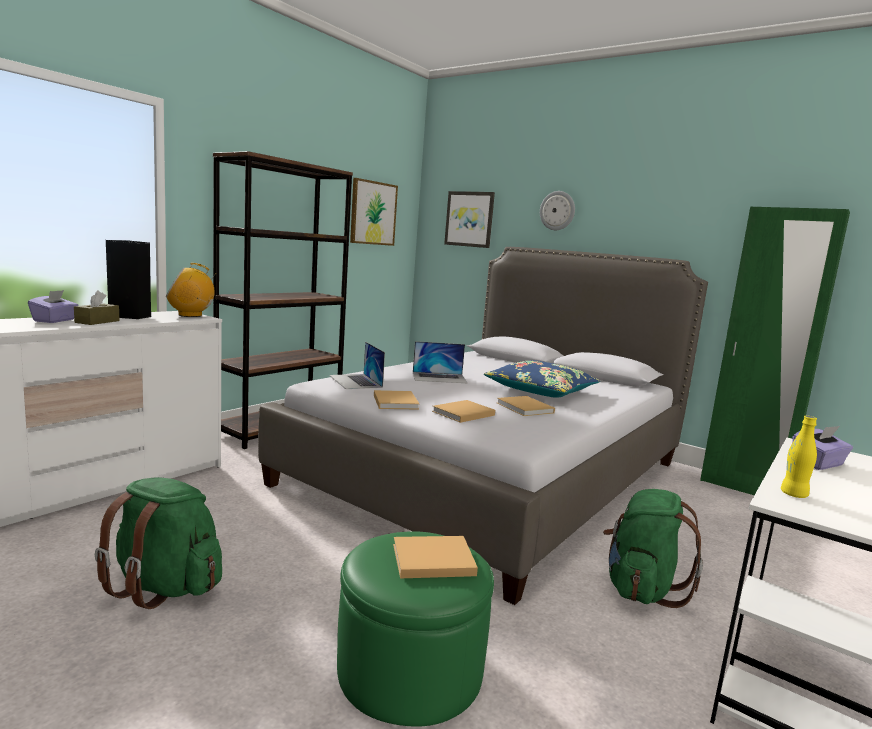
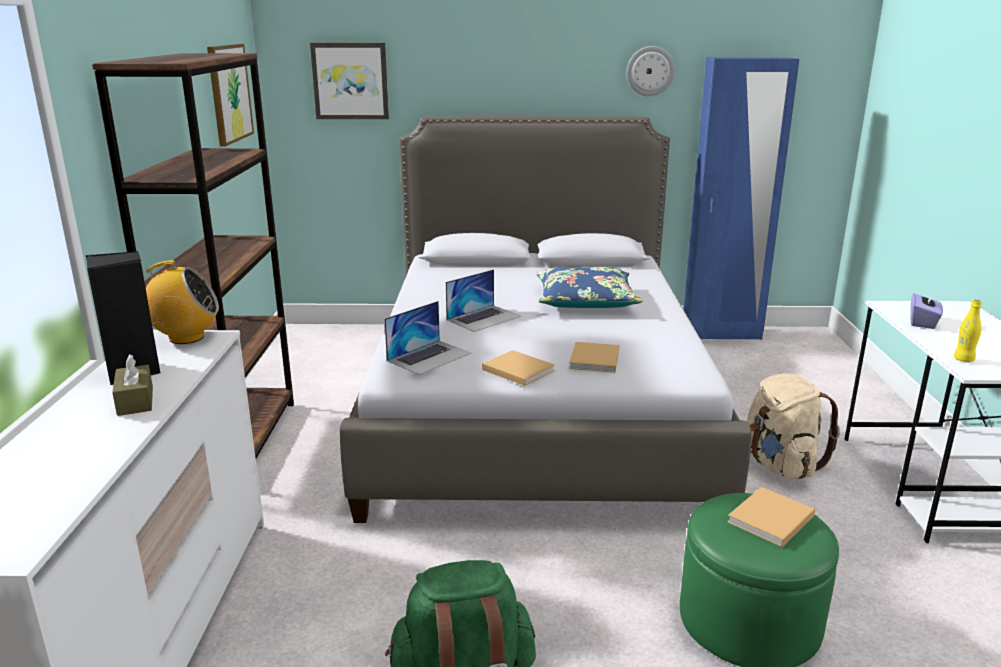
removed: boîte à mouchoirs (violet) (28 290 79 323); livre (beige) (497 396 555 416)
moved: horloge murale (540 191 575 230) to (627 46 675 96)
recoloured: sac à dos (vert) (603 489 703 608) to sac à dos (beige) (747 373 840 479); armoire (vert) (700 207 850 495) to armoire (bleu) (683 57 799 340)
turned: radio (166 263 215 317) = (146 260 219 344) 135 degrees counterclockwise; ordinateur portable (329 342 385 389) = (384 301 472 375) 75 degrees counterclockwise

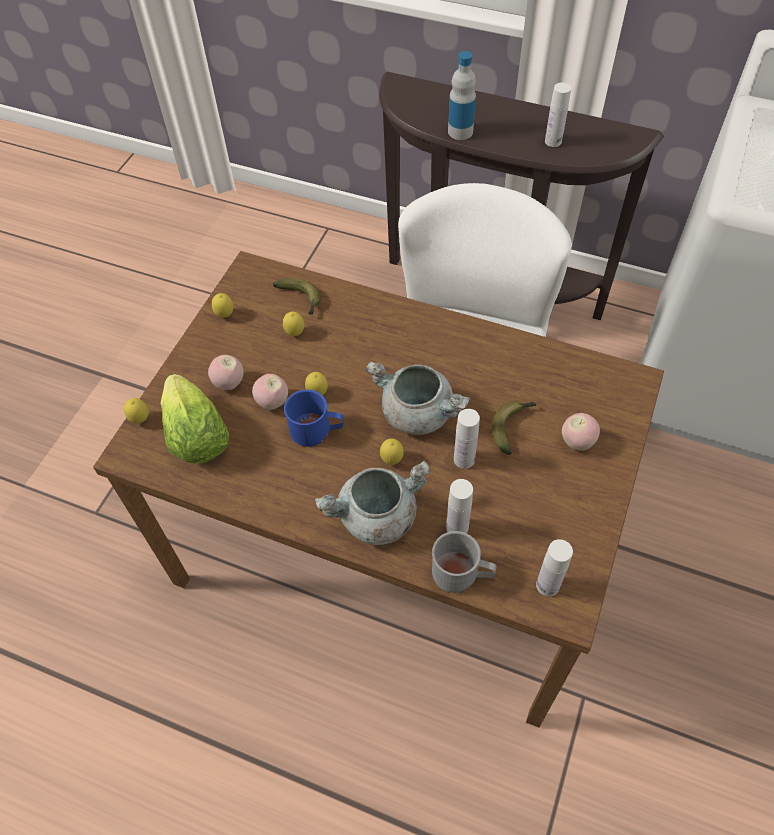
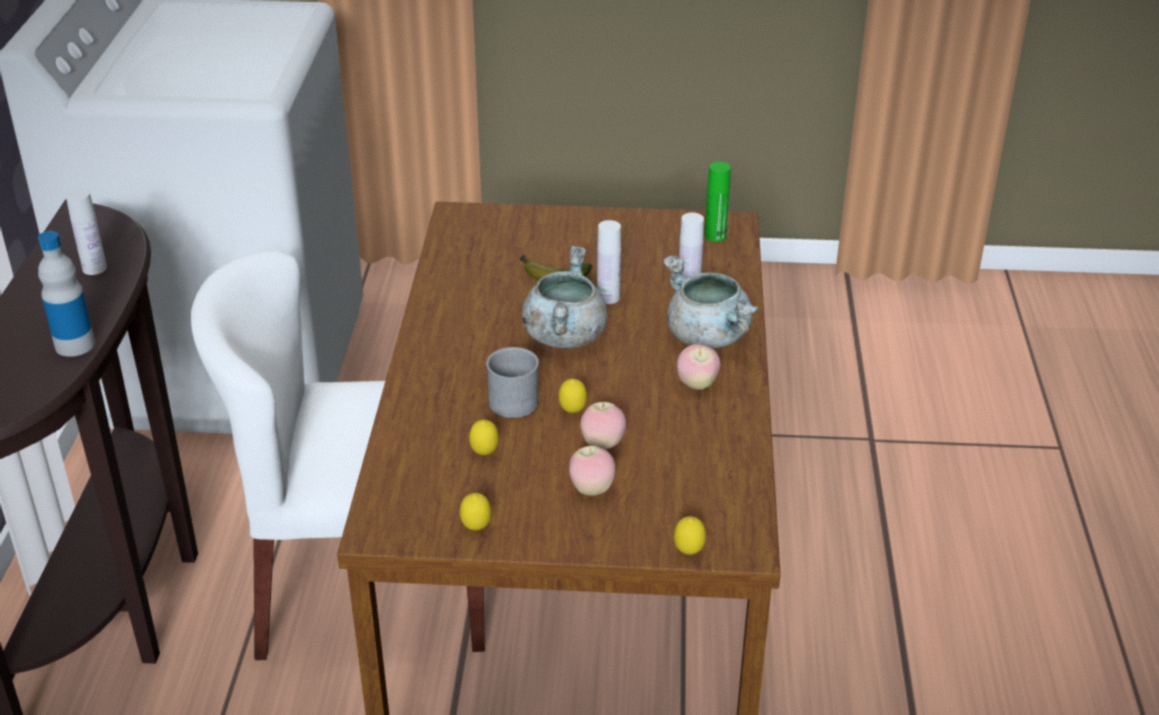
removed: laitue (161 374 229 463); banane (273 279 320 315); mug (bleu) (284 389 344 447); citron (380 438 404 465)
moved: mug (gris) (432 531 497 593) to (486 347 539 418); pomme (562 413 600 451) to (677 344 720 390)
recoloured: bouteille (blanc) (536 539 573 597) to bouteille (vert) (705 162 731 242)

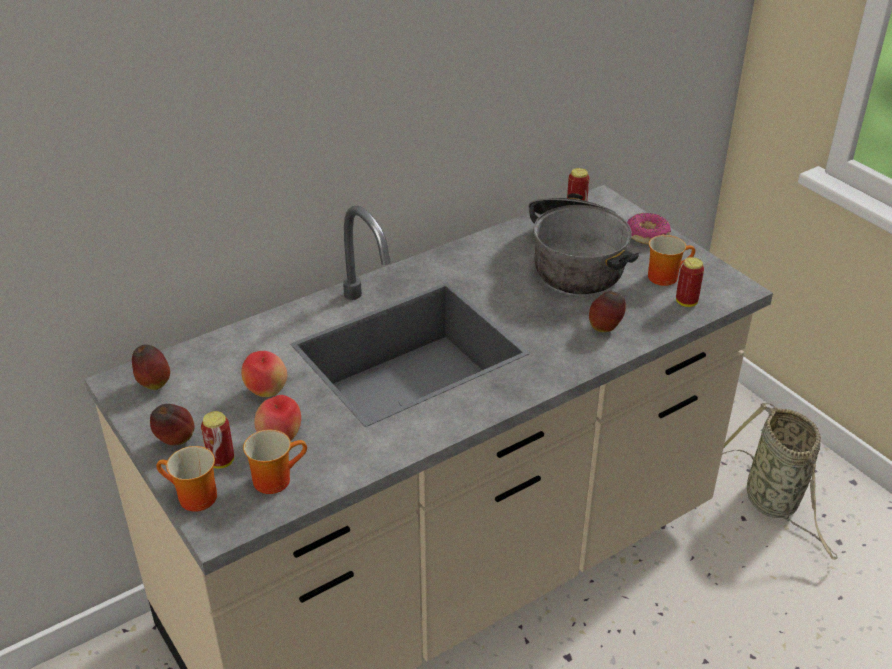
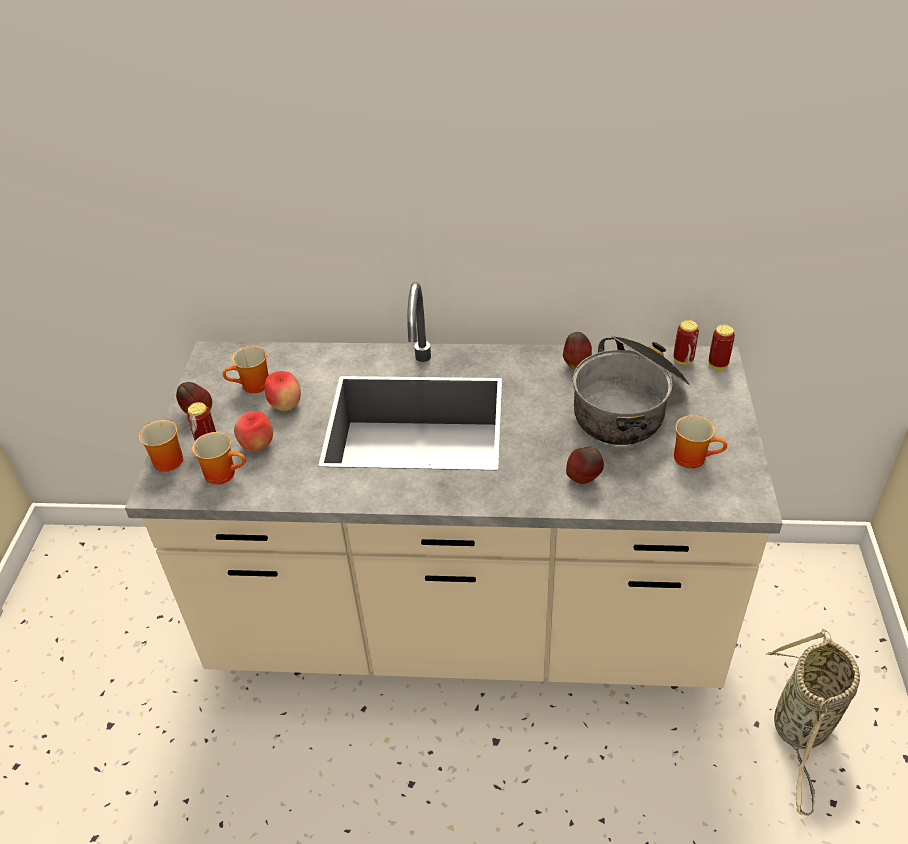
removed: beignet (627 213 671 245)
added: mug (223 346 269 393)
moved: pomme (132 344 170 390) to (563 332 592 370); boîte métallique (676 257 704 307) to (709 324 735 369)

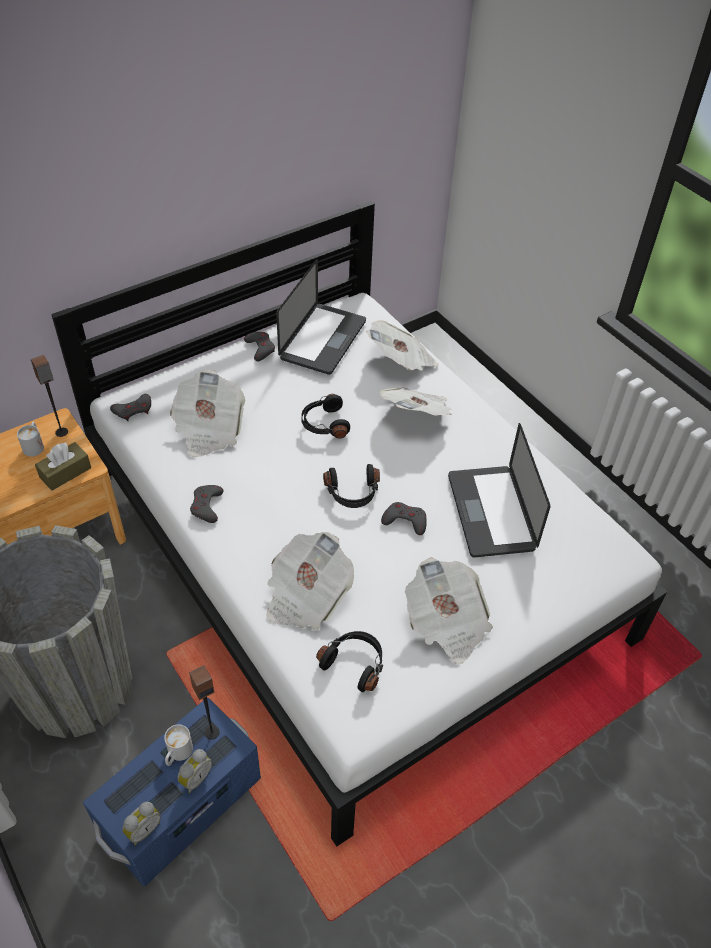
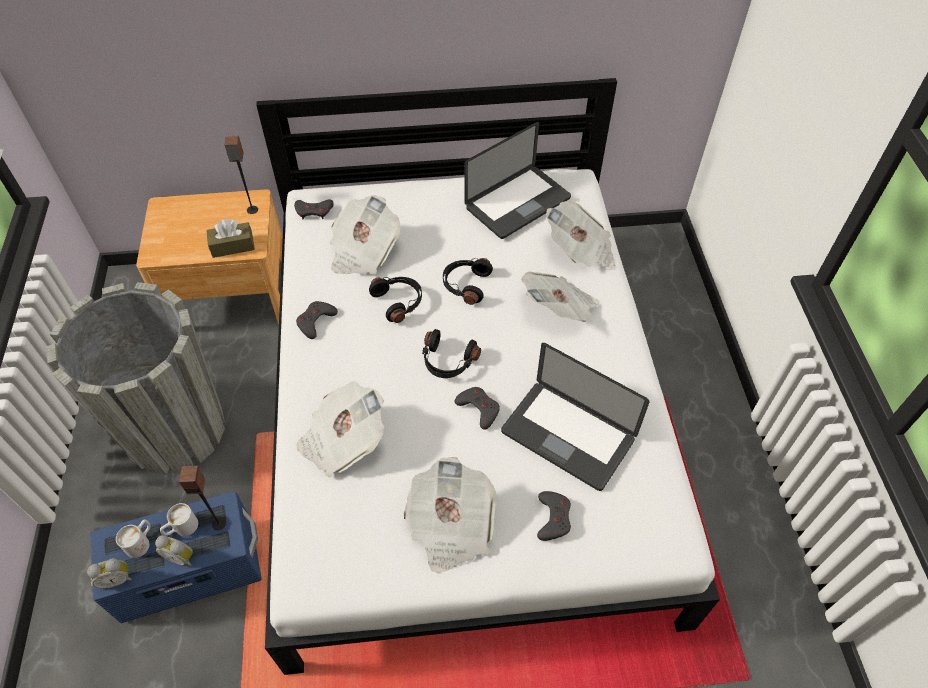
moved: mug (blanc) (17 422 44 457) to (116 520 150 558); manette (gris) (244 332 275 362) to (537 491 571 541); casque audio (noir) (316 631 383 692) to (369 277 422 323)
turned: réveil (178 749 212 793) = (155 535 193 566) 45 degrees clockwise; ordinateur portable (448 423 550 558) = (501 343 649 491) 75 degrees counterclockwise

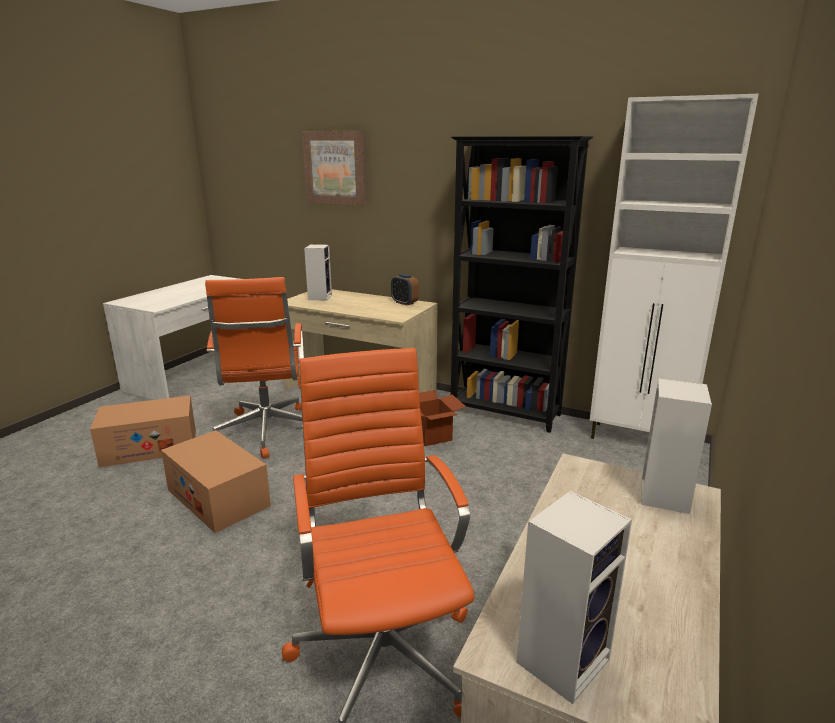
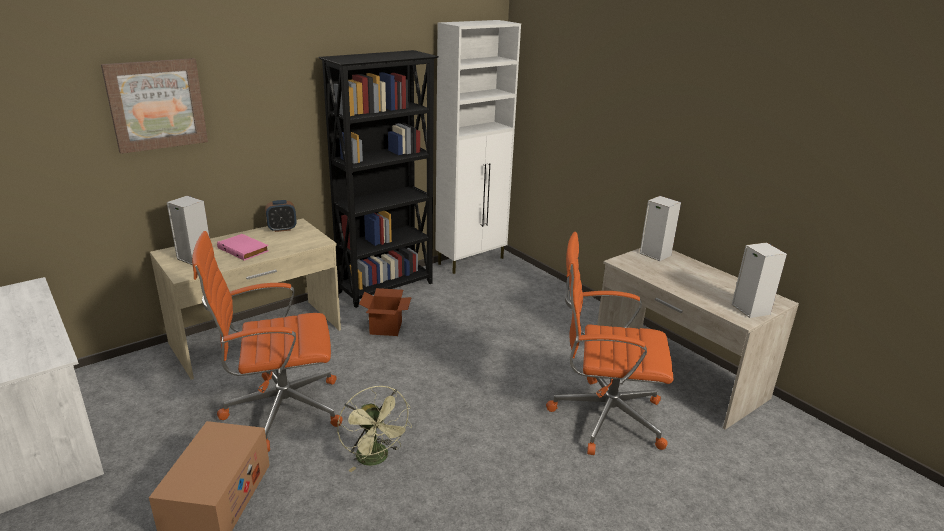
added: livre (rose) (217 234 269 261)
replaced: carton (161 430 271 533) to ventilateur (vert) (337 386 412 472)
turned: chaise de bureau (orange) (205 277 304 458) = (192 231 343 452) 150 degrees clockwise

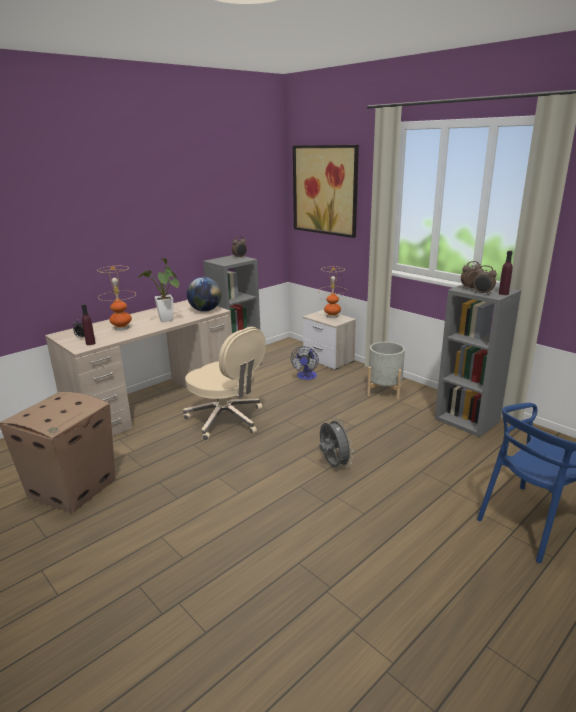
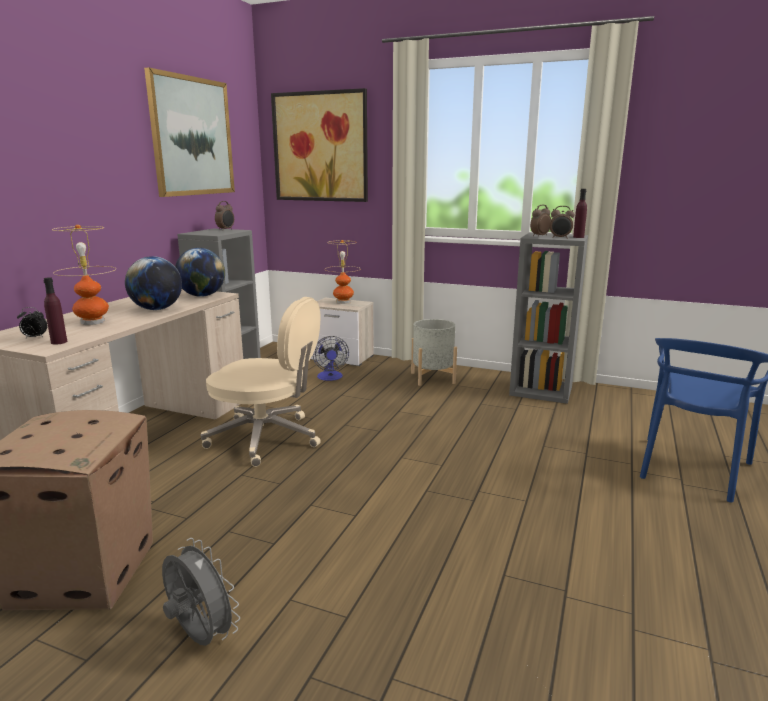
added: tableau (144 68 235 197)
moved: ventilateur (gris) (319 417 354 468) to (162 538 240 646)
replaced: plante en pot (138 258 179 322) to globe (125 256 182 310)

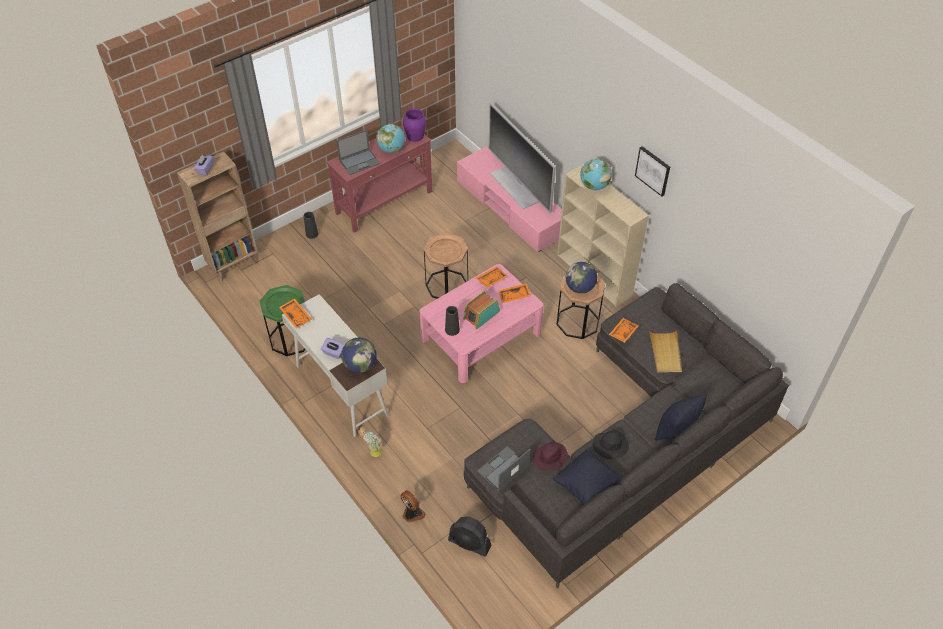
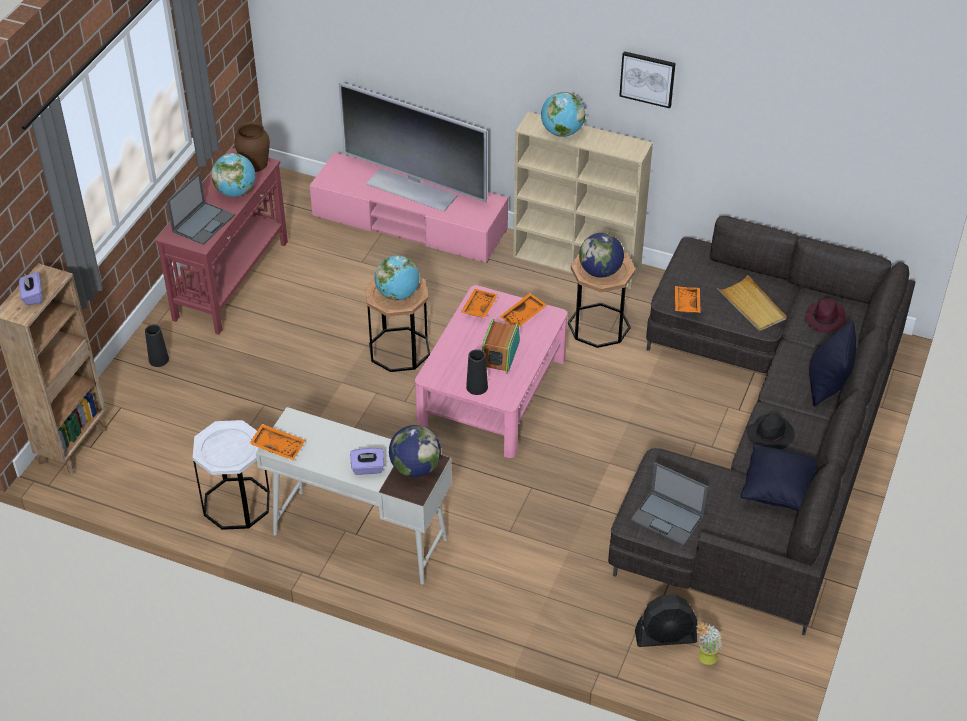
removed: ventilateur (400 490 426 523)
added: globe (375 255 420 301)
moved: plante en pot (358 427 382 457) to (695 622 723 665); chapeau (violet) (533 442 568 471) to (805 298 846 333)
recoloured: table d'appoint (vert) (260 285 306 356) to table d'appoint (blanc) (193 420 270 530); vase (violet) (403 108 426 142) to vase (marron) (234 122 270 172)
turned: ordinateur portable (477 446 531 491) = (631 462 708 546) 75 degrees counterclockwise

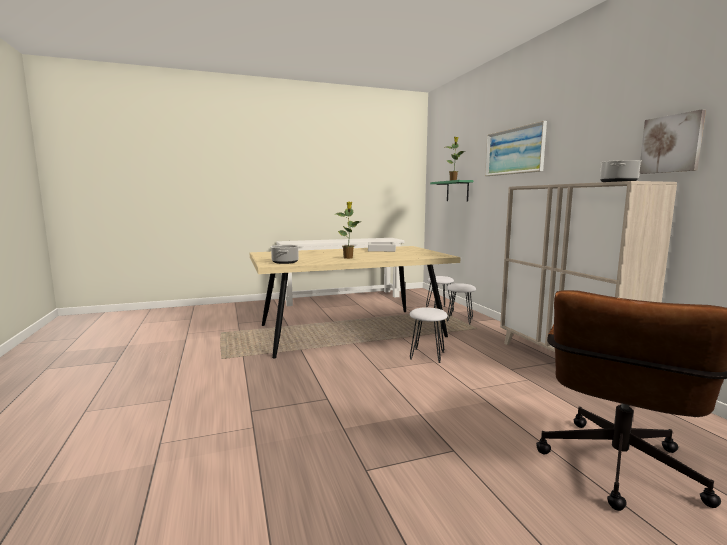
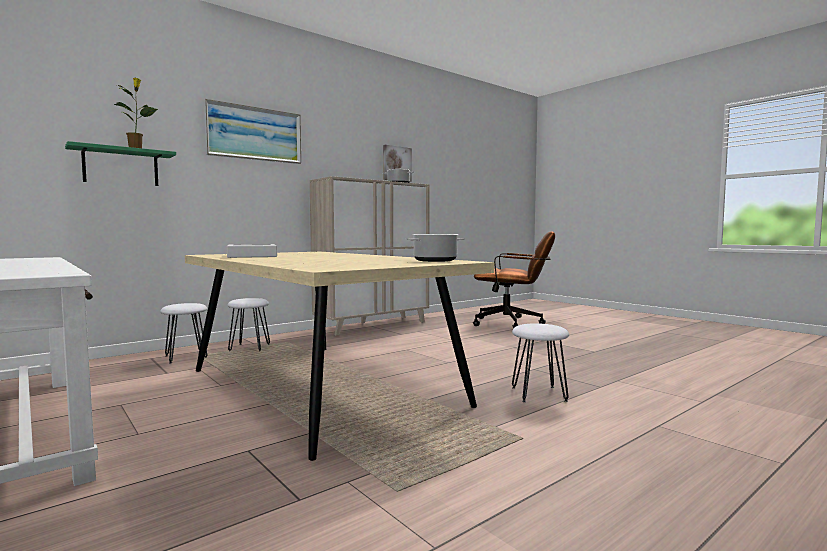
removed: plante en pot (334 202 360 259)
moved: tabouret (blanc) (410 307 448 363) to (512 323 569 402)

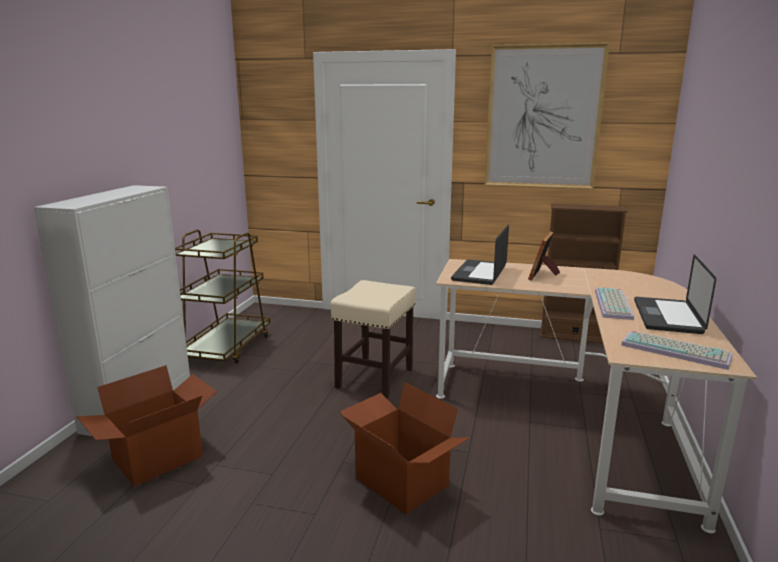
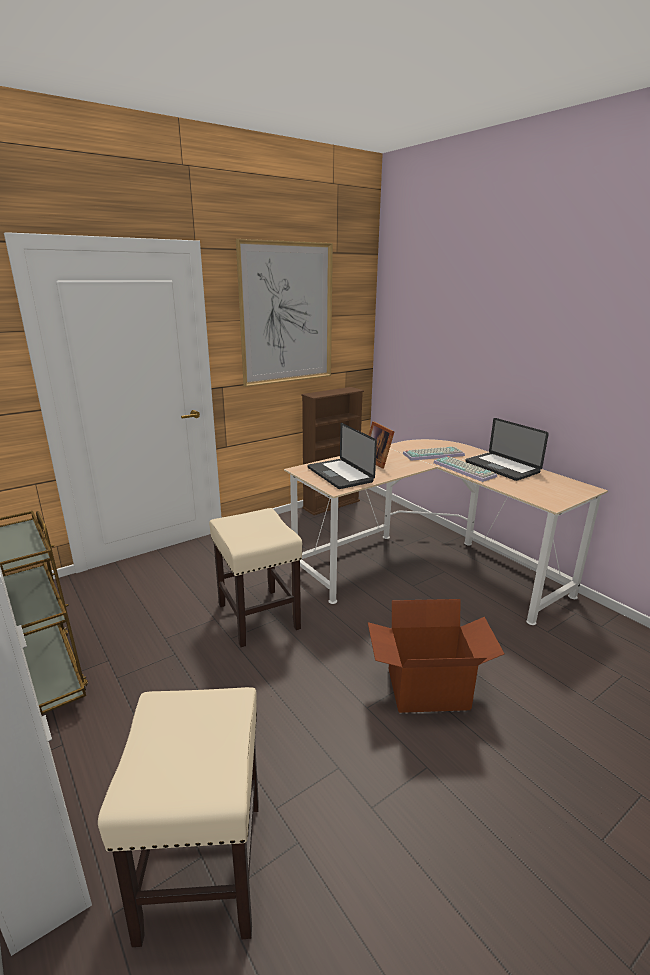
moved: clavier (621 331 732 370) to (403 446 465 461)
replaced: carton (76 365 217 486) to tabouret (beige) (98 687 259 947)

